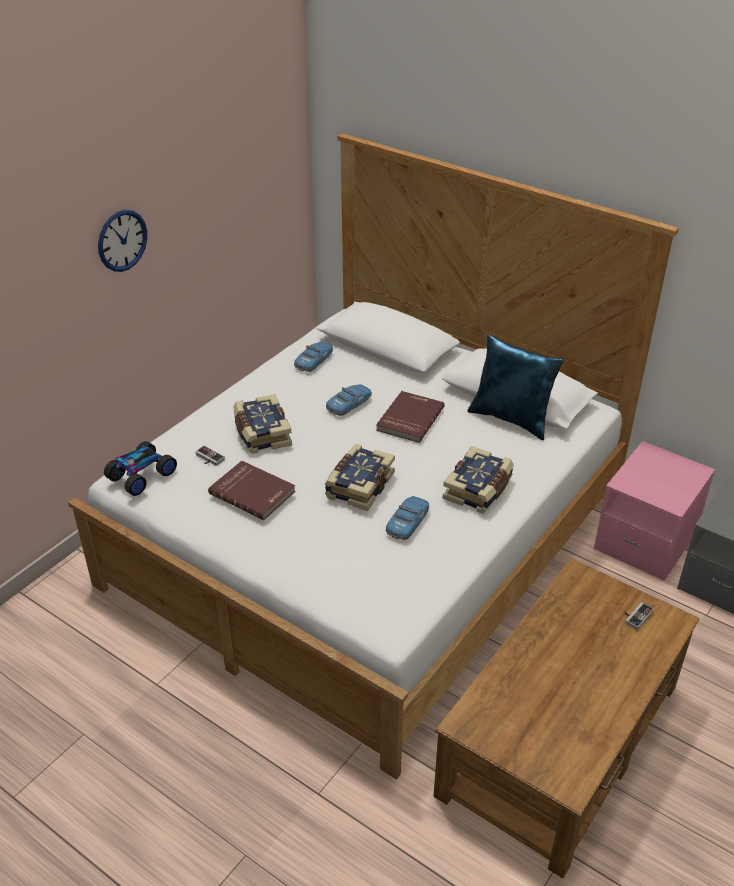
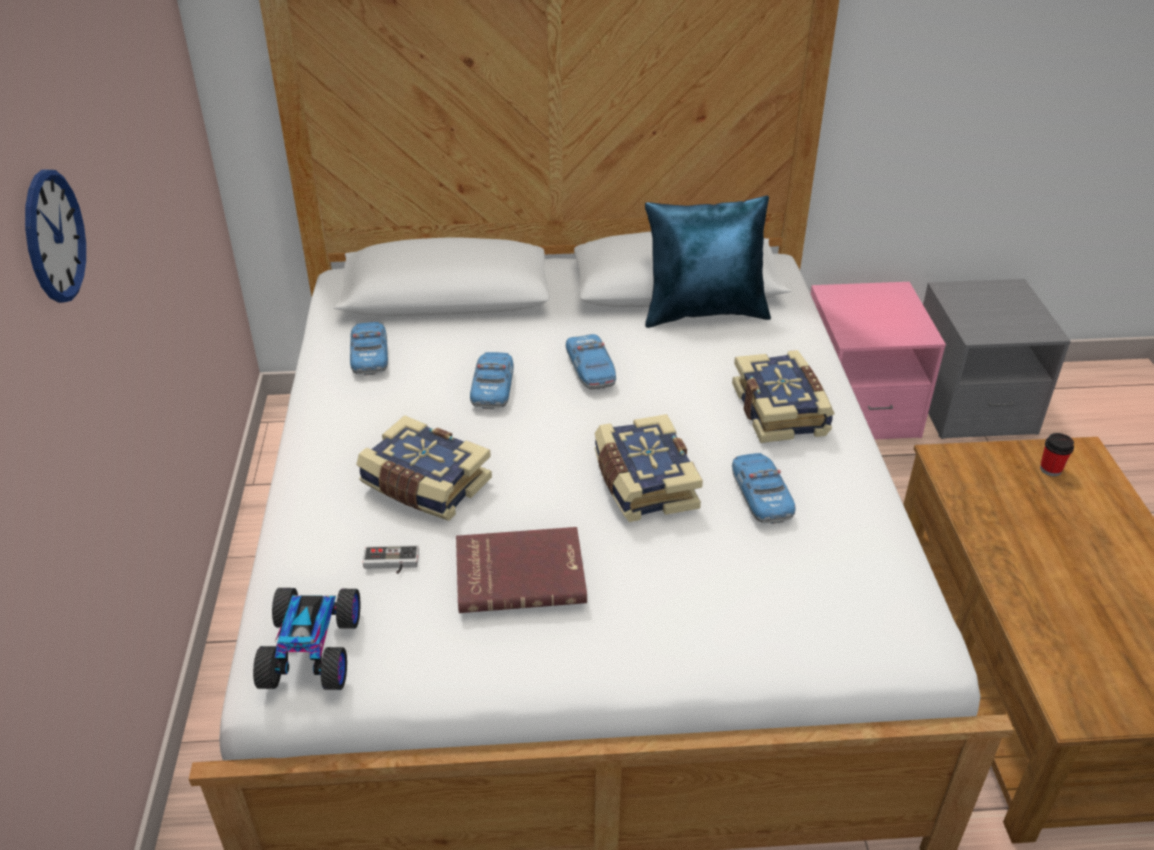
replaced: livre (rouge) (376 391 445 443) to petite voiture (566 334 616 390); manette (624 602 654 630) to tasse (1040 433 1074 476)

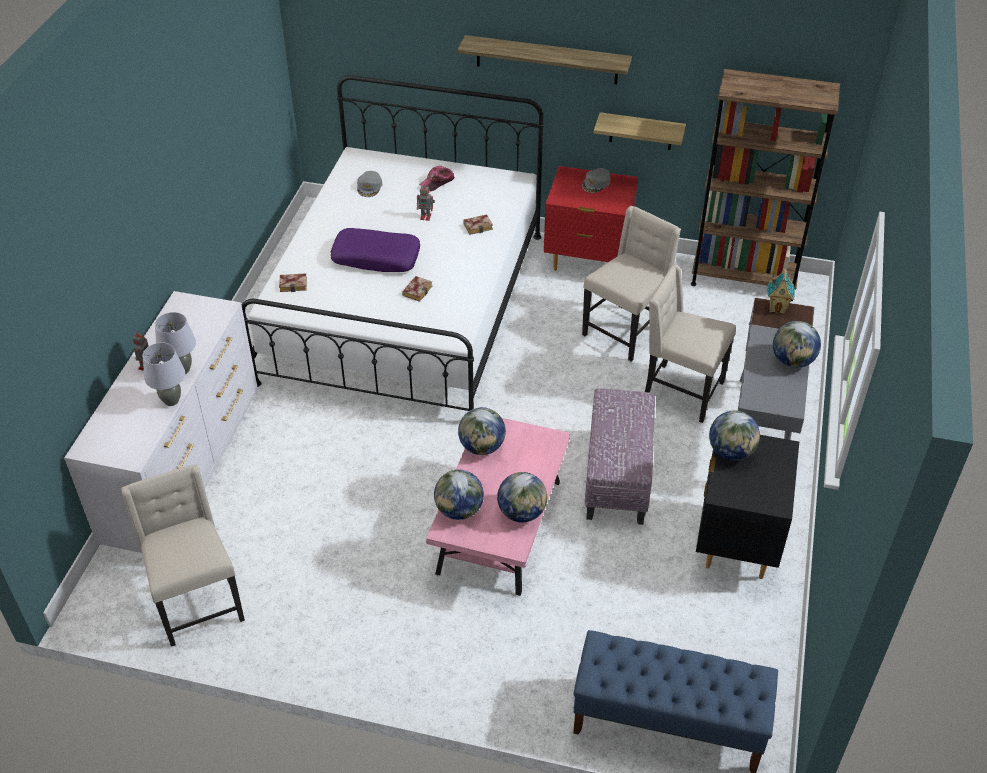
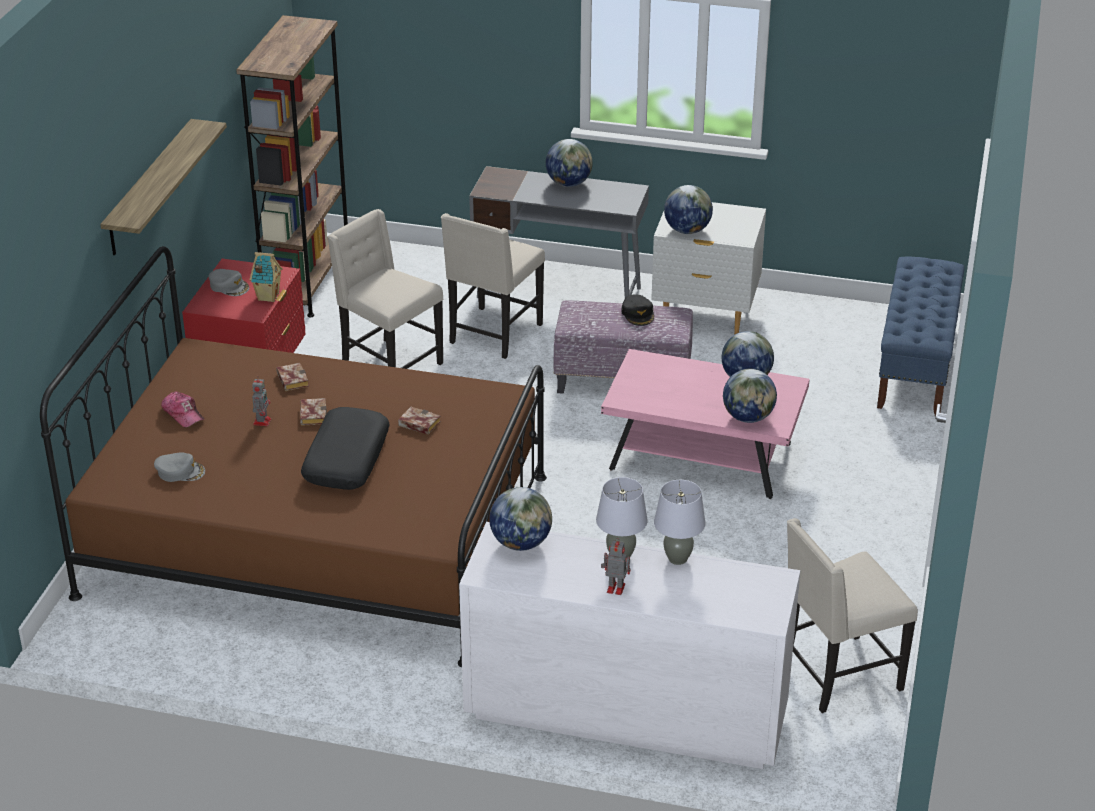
removed: étagère (594 112 686 150)
added: casquette (noir) (621 294 654 326)
moved: livre (279 273 307 292) to (300 398 327 426); globe (458 407 506 455) to (489 487 552 551); maison miniature (768 269 795 314) to (250 252 283 302)
recoloured: lit (blanc) (242 75 544 411) to lit (marron) (40 246 547 667); coussin (violet) (331 228 420 272) to coussin (noir) (301 407 390 490); table de chevet (noir) (696 435 799 579) to table de chevet (blanc) (652 202 766 335)

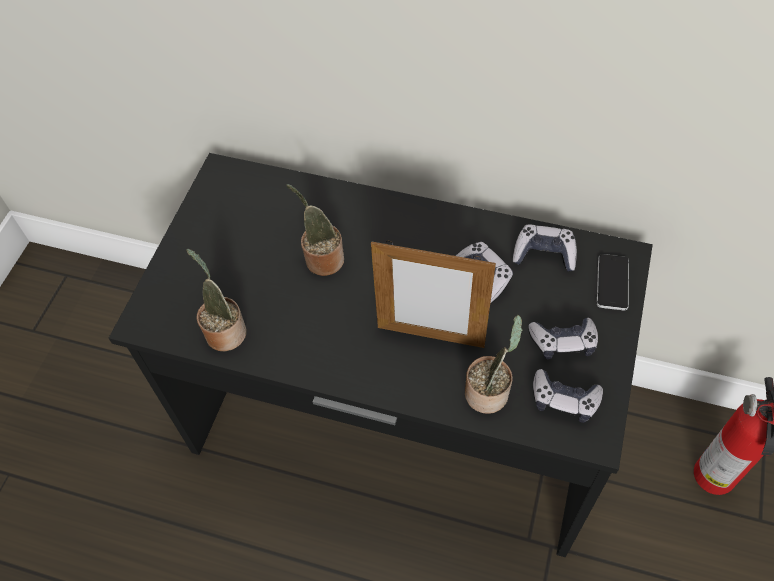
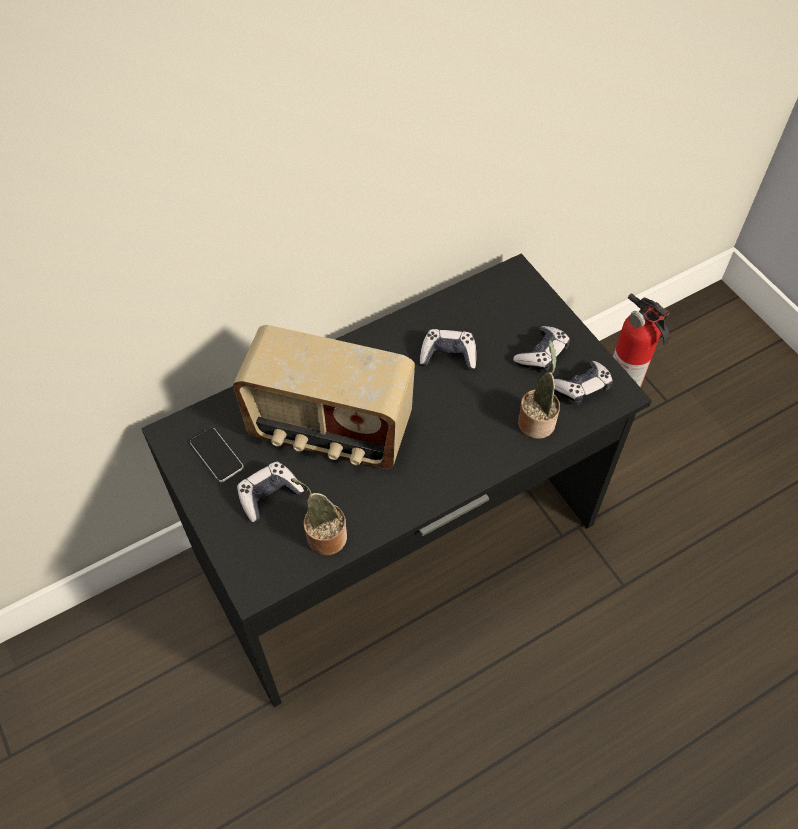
removed: cadre photo (371 241 496 348)
moved: manette (512 225 577 272) to (237 462 304 522); téléphone (597 254 629 311) to (190 428 244 482)
replaced: plante en pot (286 184 344 276) to radio (233 325 415 469)

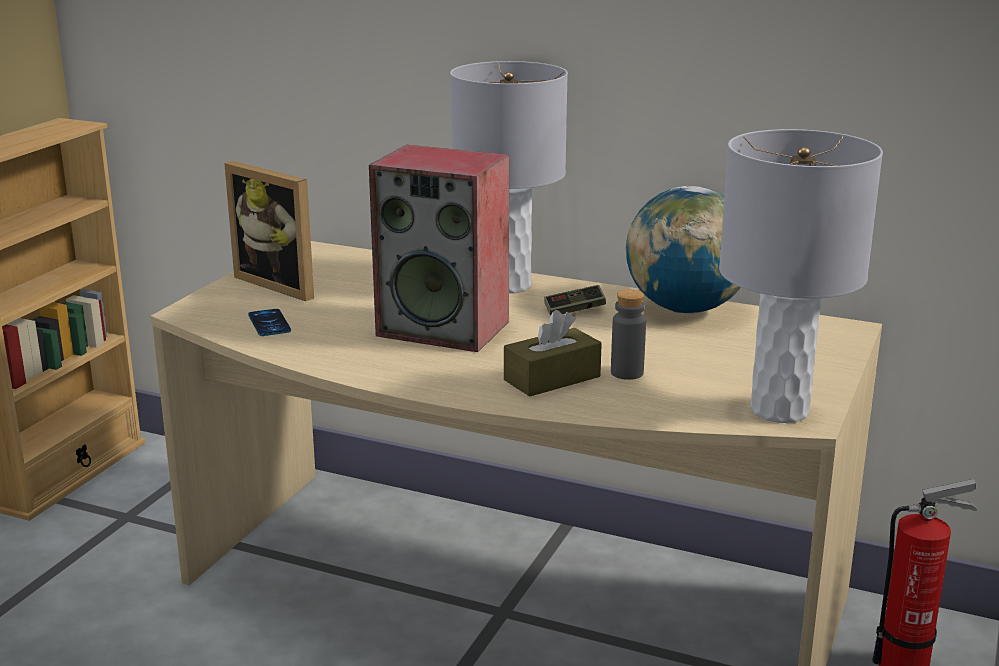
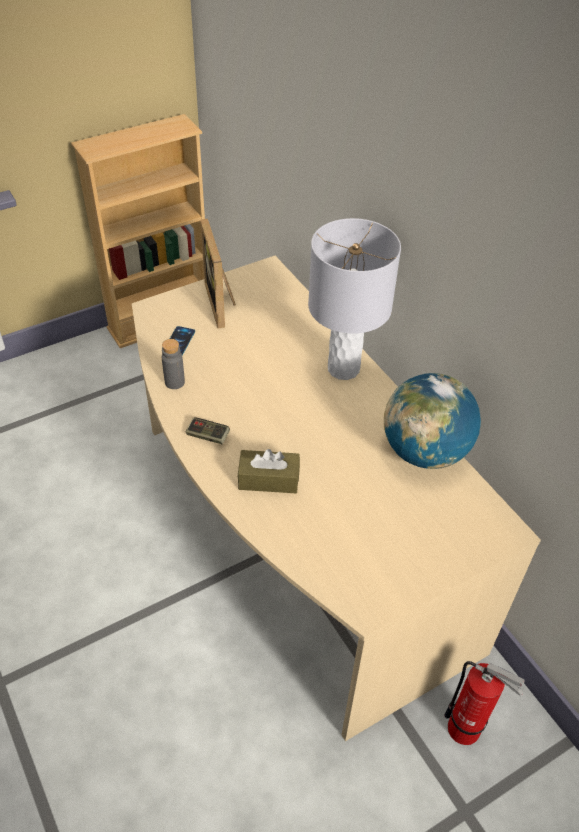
removed: enceinte (369 145 509 352); lampe de table (gris) (719 129 883 423)
moved: manette (544 285 606 316) to (186 418 230 444); bouteille (gris) (611 290 646 380) to (162 339 185 389)

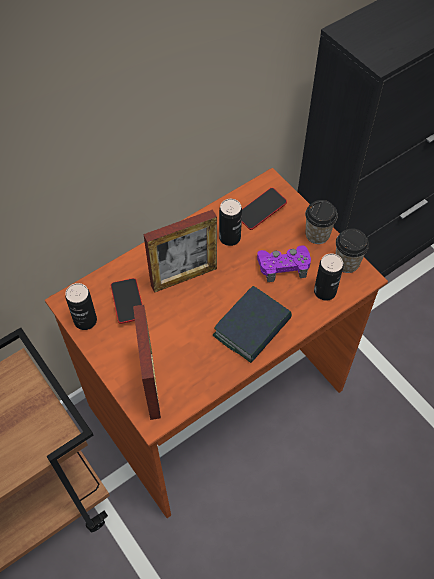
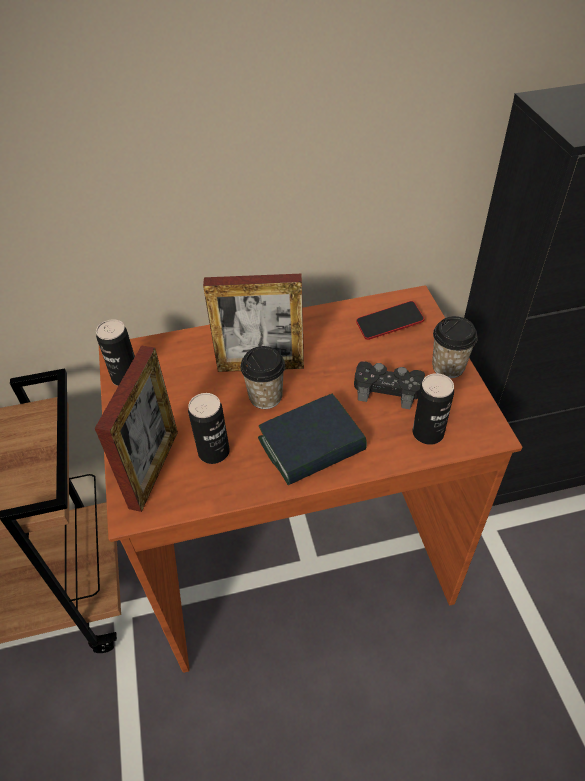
removed: téléphone (111 278 142 324)
moved: boîte métallique (219 199 242 246) to (188 393 230 464); tasse (335 228 369 273) to (240 346 285 409)
recoloured: manette (violet) (257 245 311 282) to manette (noir) (354 362 425 409)

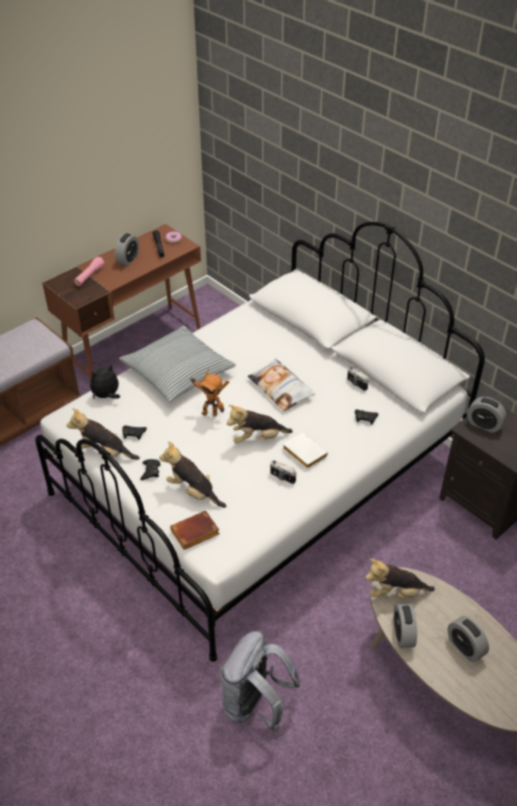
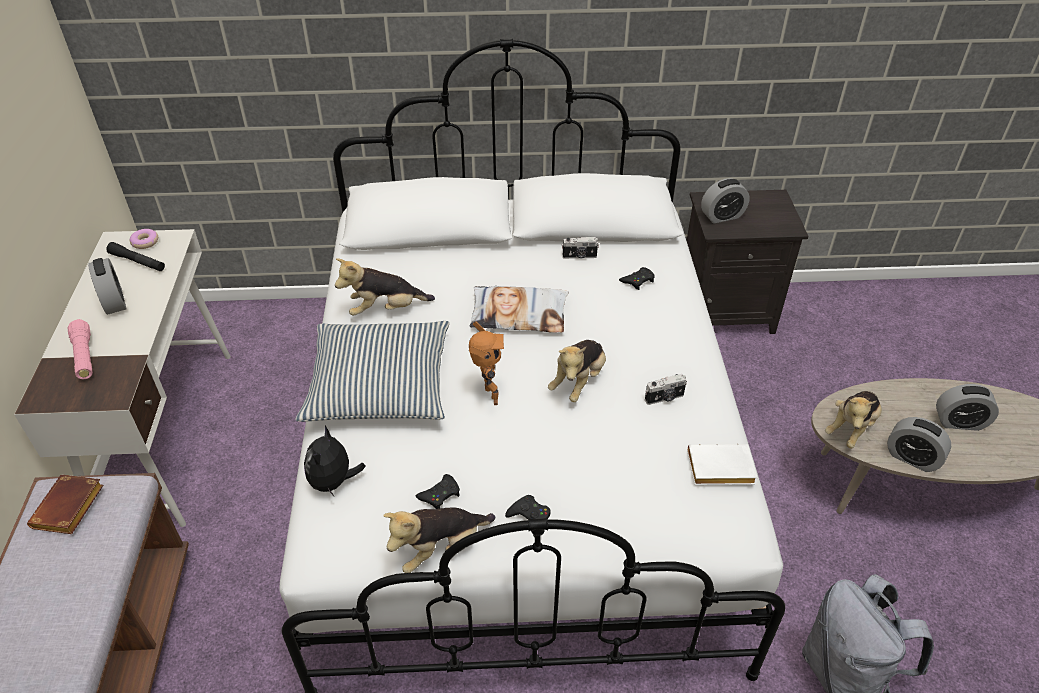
moved: peluche (159 441 226 508) to (335 258 435 316); livre (marron) (170 511 220 550) to (27 475 103 534); livre (blanc) (282 433 328 469) to (688 444 758 485)
recoloured: bureau (marron) (42 224 201 381) to bureau (blanc) (14 229 231 527)
turned: robot jouet (190 368 229 416) = (469 321 504 405) 75 degrees counterclockwise

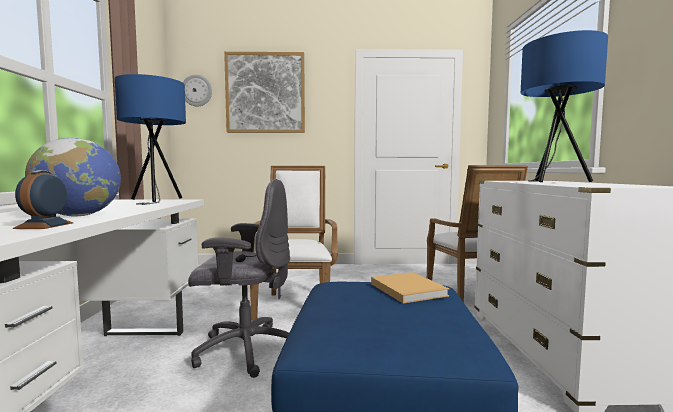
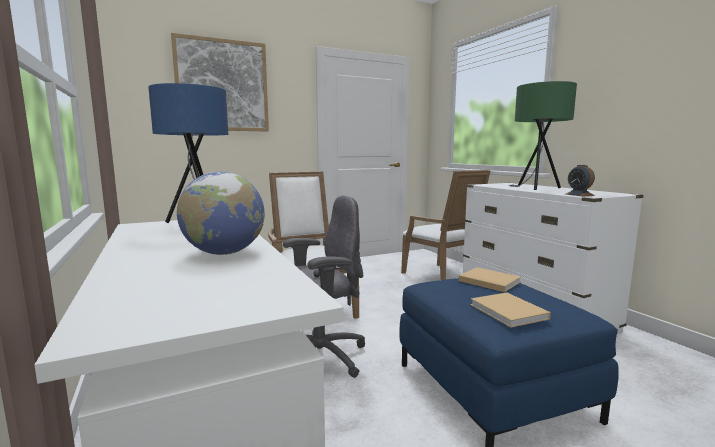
removed: horloge murale (183 75 212 106)
added: livre (beige) (470 293 551 328)
moved: réveil (13 170 73 229) to (565 165 595 197)
recoloured: lampe de table (bleu) (521 30 608 182) to lampe de table (vert) (509 81 577 190)

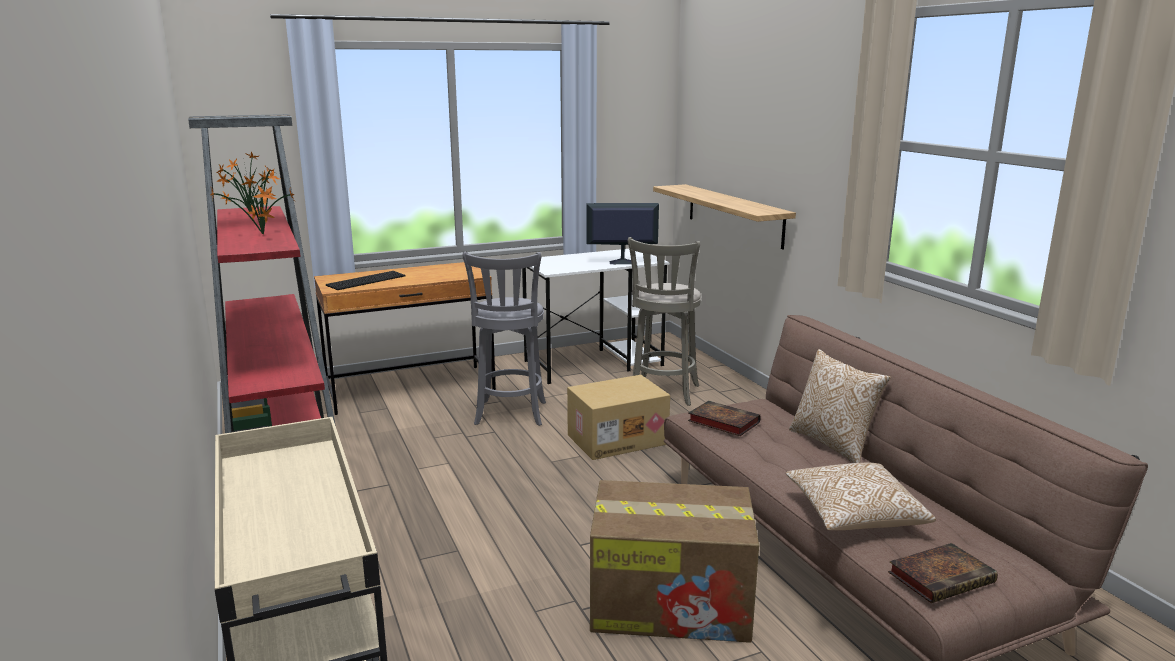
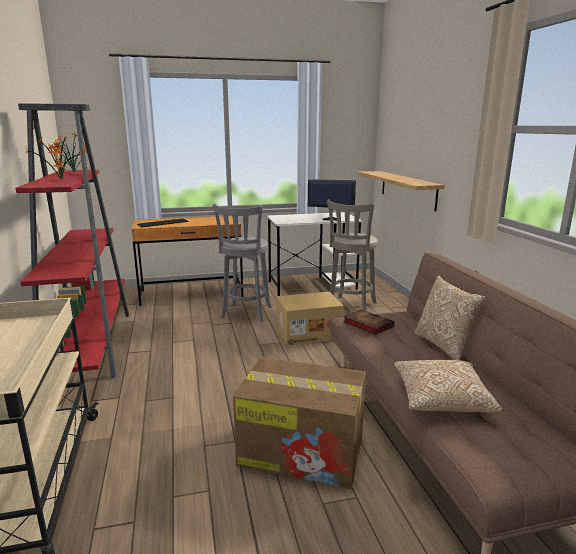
removed: livre (888 543 998 603)

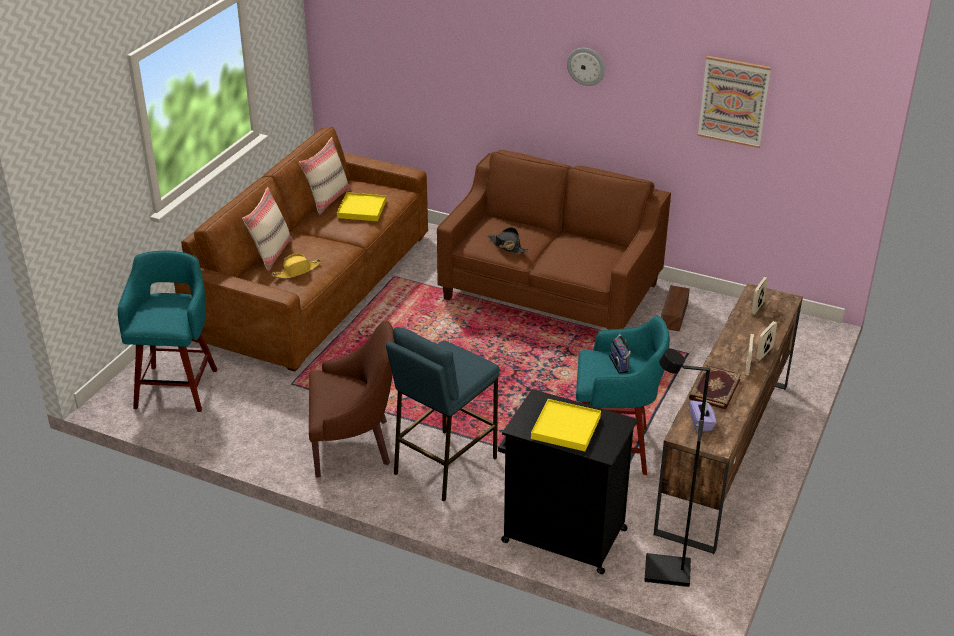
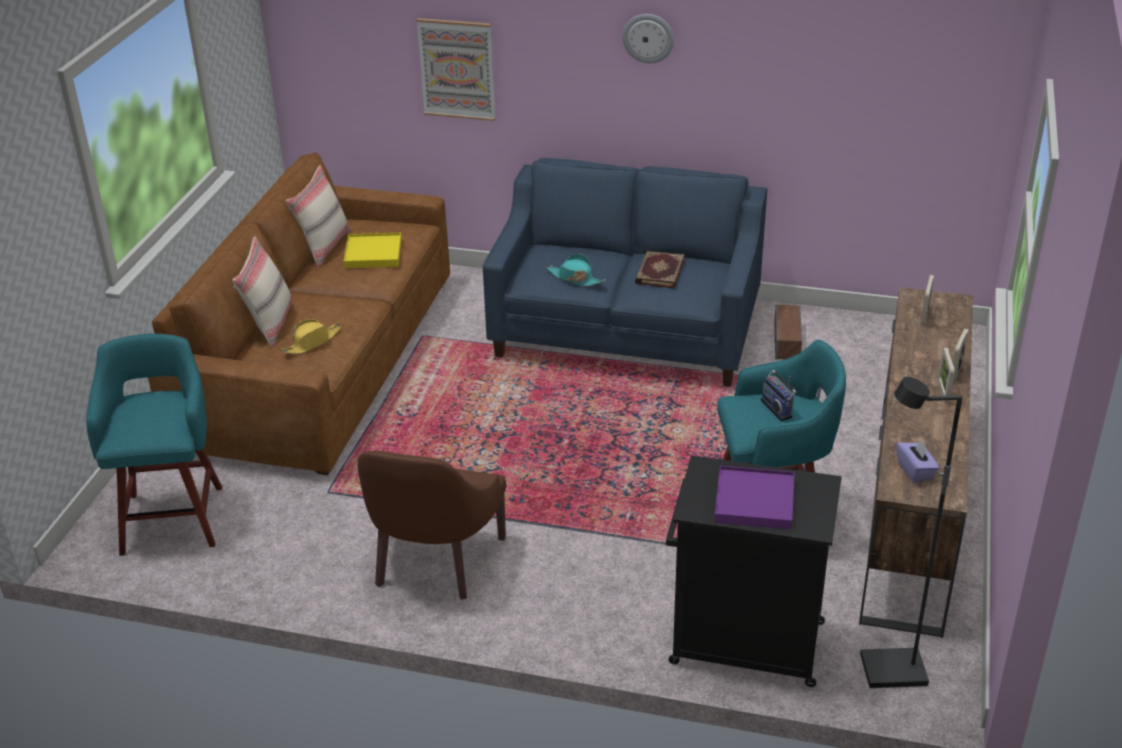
removed: tabouret (bleu) (386 327 500 501)
moved: livre (689 365 741 410) to (635 251 685 289); tableau (698 56 771 148) to (416 18 496 121)
recoloured: canapé (marron) (437 150 671 330) to canapé (bleu) (483 158 768 387); chapeau (noir) (488 227 529 253) to chapeau (turquoise) (546 253 606 286); plateau (jaune) (531 399 601 451) to plateau (violet) (714 466 795 529)
turned: fauteuil (marron) (309 321 395 478) = (357 451 506 600) 120 degrees clockwise

